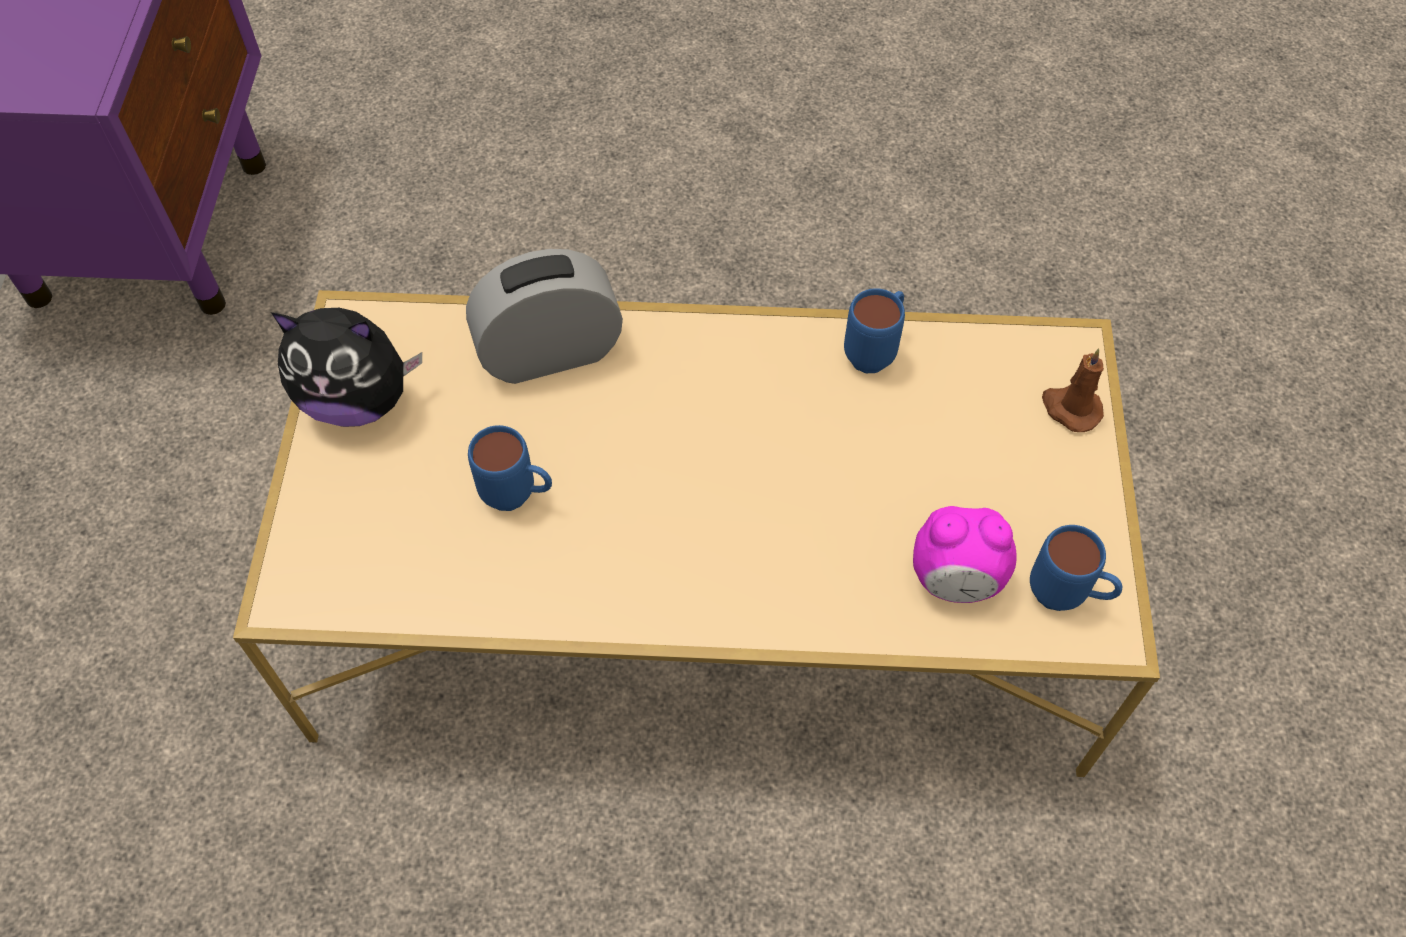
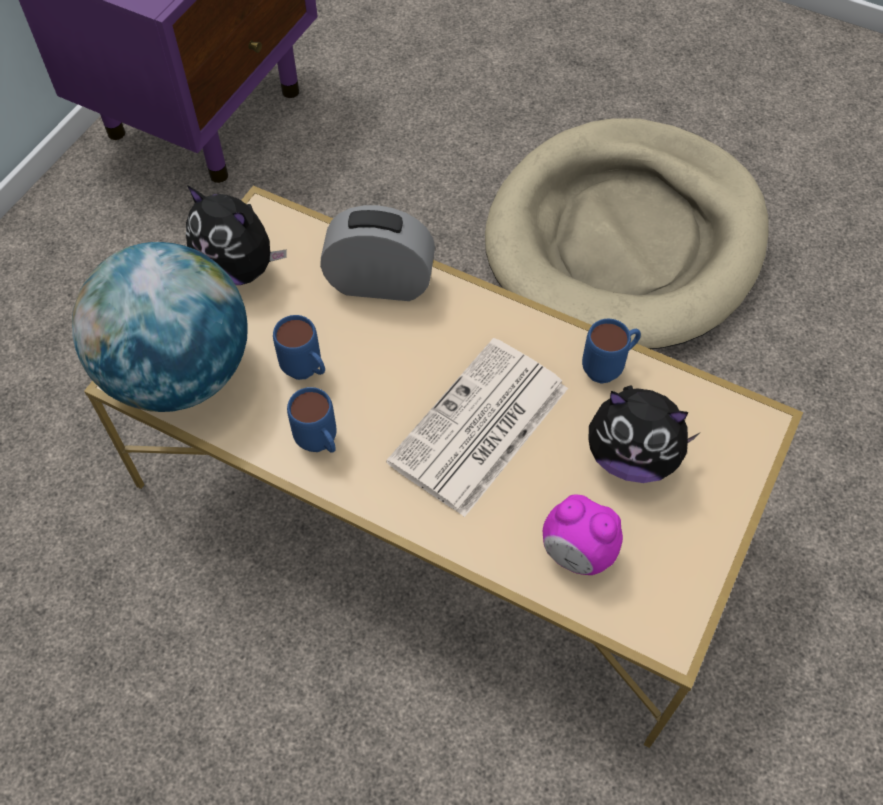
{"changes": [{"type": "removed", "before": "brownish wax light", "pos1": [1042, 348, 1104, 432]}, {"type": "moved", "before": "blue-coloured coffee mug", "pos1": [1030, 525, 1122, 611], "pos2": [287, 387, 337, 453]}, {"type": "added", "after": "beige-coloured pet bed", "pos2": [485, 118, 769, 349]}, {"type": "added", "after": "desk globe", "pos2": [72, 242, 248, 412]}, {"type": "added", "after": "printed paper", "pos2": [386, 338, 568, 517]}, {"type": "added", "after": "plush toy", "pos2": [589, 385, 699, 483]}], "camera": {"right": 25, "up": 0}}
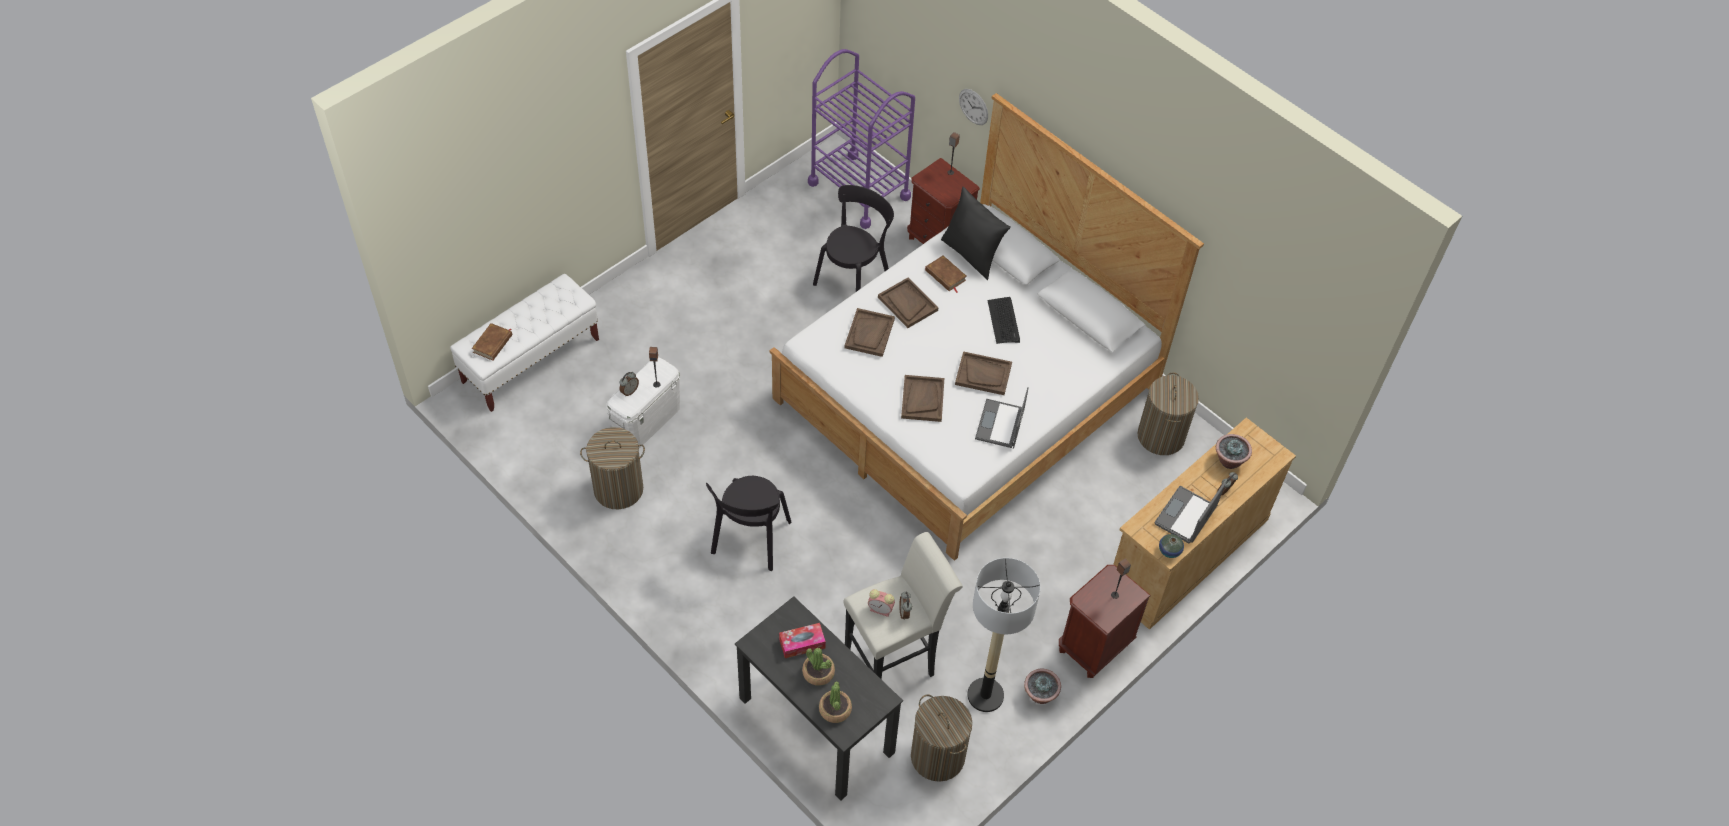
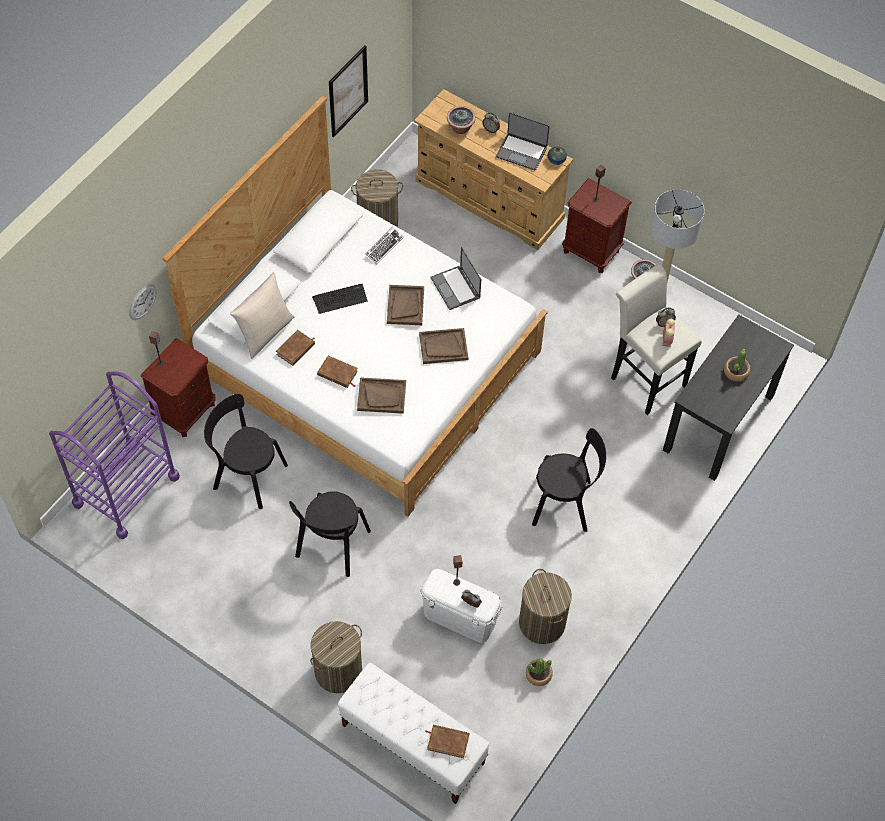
{"changes": [{"type": "recoloured", "before": "black-coloured cushion", "after": "beige-coloured cushion", "pos1": [941, 187, 1011, 280], "pos2": [230, 272, 294, 359]}, {"type": "replaced", "before": "brownish tray", "after": "brownish bound book", "pos1": [878, 278, 938, 328], "pos2": [317, 356, 358, 388]}, {"type": "turned", "before": "laptop", "pos1": [975, 387, 1029, 449], "pos2": [430, 247, 481, 310], "turn": 60}, {"type": "removed", "before": "box of tissues", "pos1": [779, 623, 826, 658]}, {"type": "moved", "before": "potted plant", "pos1": [819, 681, 852, 723], "pos2": [526, 658, 553, 686]}, {"type": "moved", "before": "washing basket", "pos1": [911, 694, 972, 782], "pos2": [310, 621, 362, 693]}, {"type": "added", "after": "wall art", "pos2": [329, 45, 368, 138]}, {"type": "added", "after": "computer keyboard", "pos2": [366, 227, 404, 265]}, {"type": "added", "after": "black-coloured plain chair", "pos2": [289, 491, 371, 577]}], "camera": {"right": -100, "up": 5}}
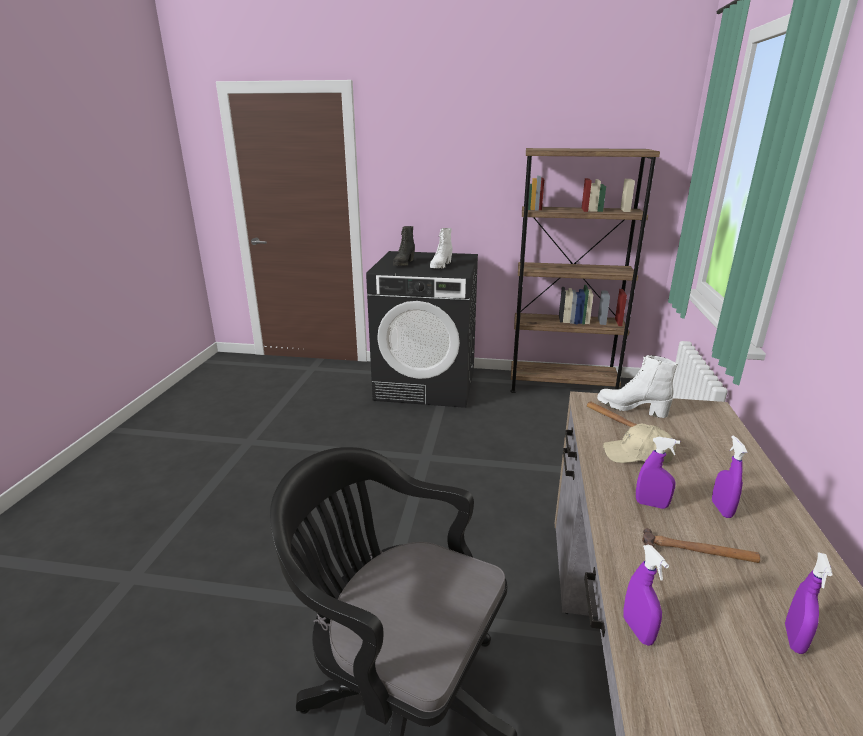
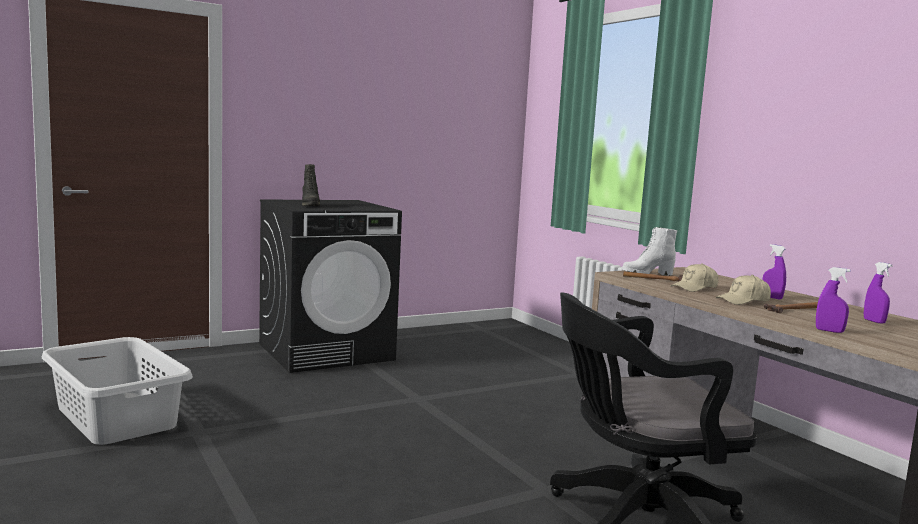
{"changes": [{"type": "removed", "before": "brownish shelving unit", "pos1": [510, 148, 660, 393]}, {"type": "removed", "before": "white-coloured high-top boot", "pos1": [430, 228, 453, 268]}, {"type": "replaced", "before": "purple-coloured spray bottle", "after": "beige-coloured cap", "pos1": [636, 437, 680, 509], "pos2": [716, 275, 771, 305]}, {"type": "added", "after": "grey washing basket", "pos2": [42, 337, 193, 445]}], "camera": {"right": -40, "up": -15}}
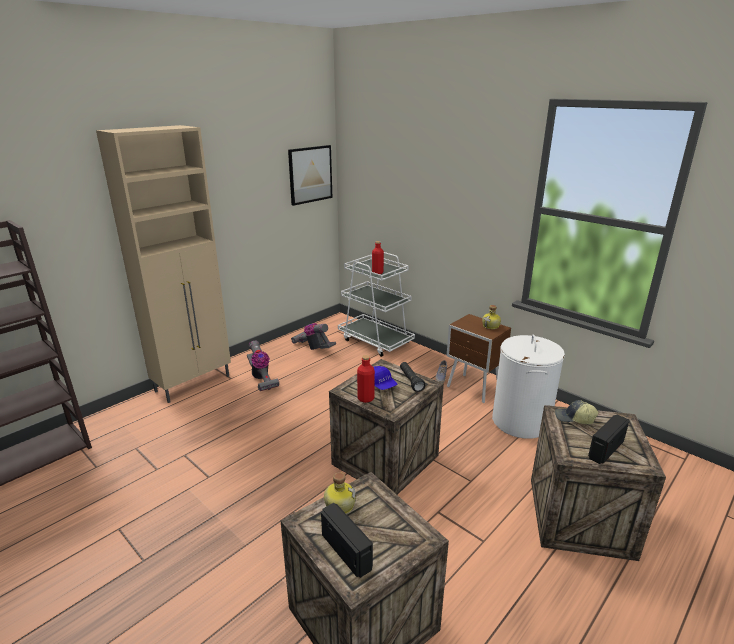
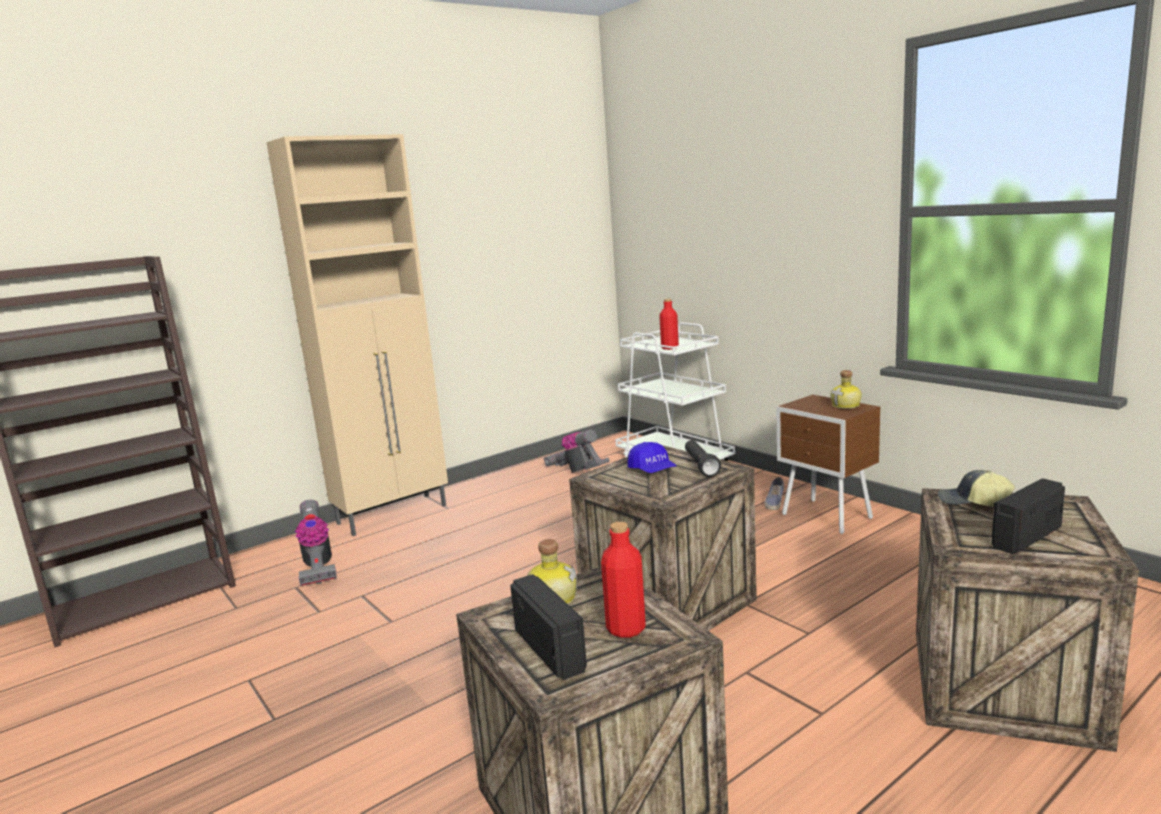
{"changes": [{"type": "removed", "before": "wall art", "pos1": [288, 145, 332, 206]}, {"type": "removed", "before": "white-coloured washing basket", "pos1": [492, 335, 565, 439]}, {"type": "moved", "before": "vacuum cleaner", "pos1": [247, 340, 279, 391], "pos2": [295, 500, 337, 586]}, {"type": "moved", "before": "red beverage bottle", "pos1": [357, 355, 375, 403], "pos2": [601, 522, 646, 638]}], "camera": {"right": 10, "up": -10}}
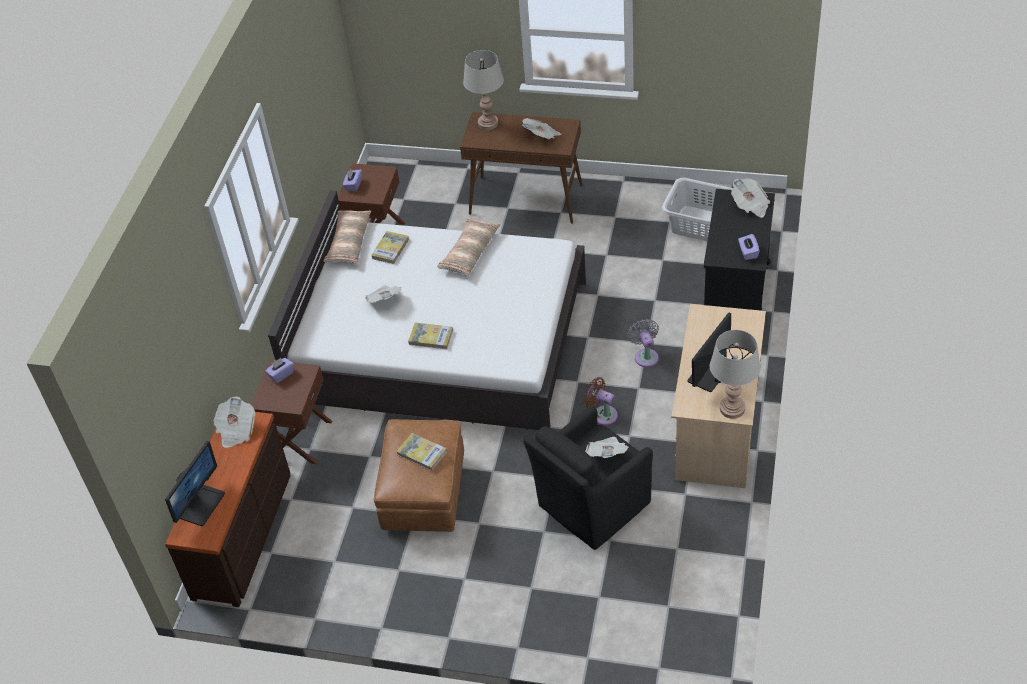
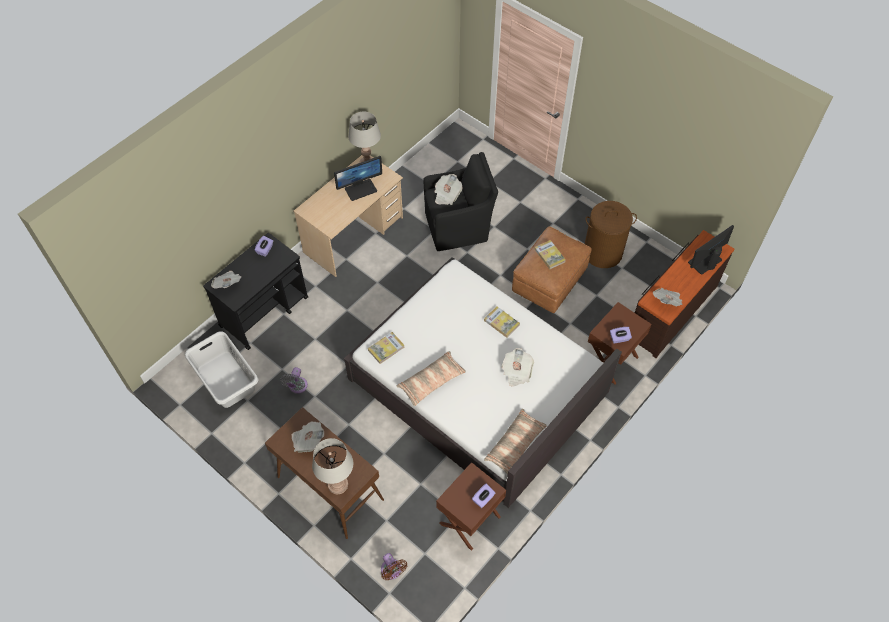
{"changes": [{"type": "moved", "before": "bound book", "pos1": [371, 231, 409, 264], "pos2": [368, 332, 404, 364]}, {"type": "moved", "before": "grey fan", "pos1": [628, 319, 659, 367], "pos2": [280, 367, 308, 394]}, {"type": "moved", "before": "brownish fan", "pos1": [584, 377, 618, 425], "pos2": [381, 553, 408, 580]}, {"type": "added", "after": "brownish washing basket", "pos2": [585, 201, 637, 268]}], "camera": {"right": -155, "up": 10}}
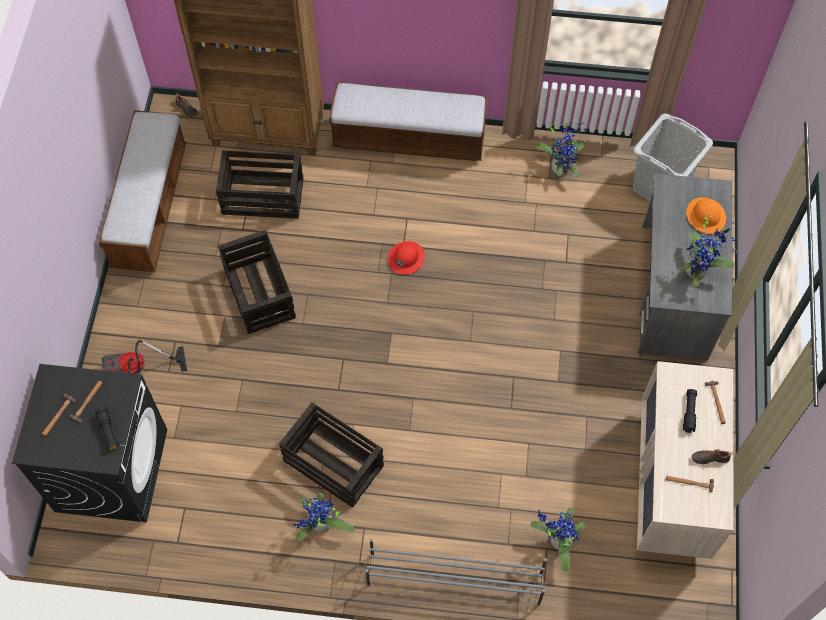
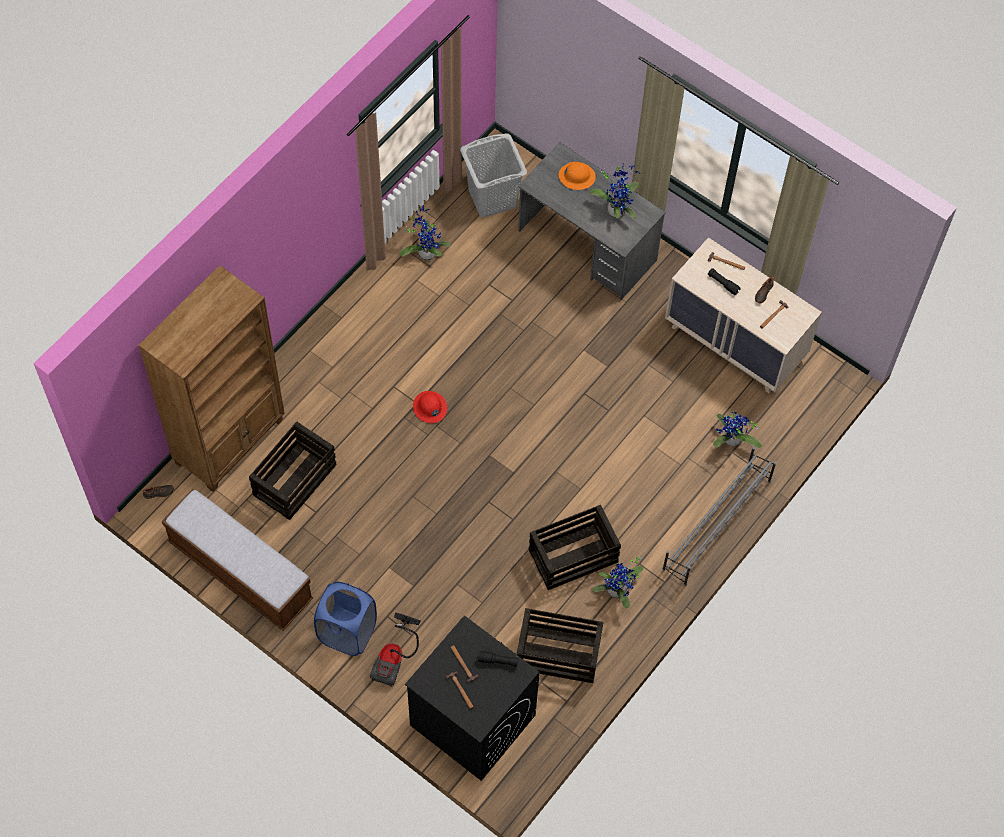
{"changes": [{"type": "removed", "before": "long seat", "pos1": [329, 82, 488, 161]}, {"type": "moved", "before": "shipping crate", "pos1": [218, 230, 296, 334], "pos2": [516, 608, 604, 683]}, {"type": "added", "after": "blue-coloured washing basket", "pos2": [314, 582, 377, 656]}], "camera": {"right": -60, "up": 0}}
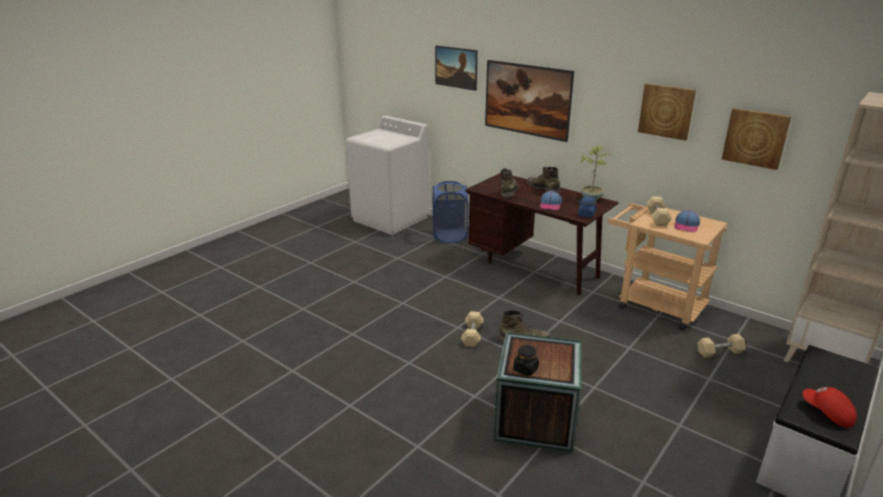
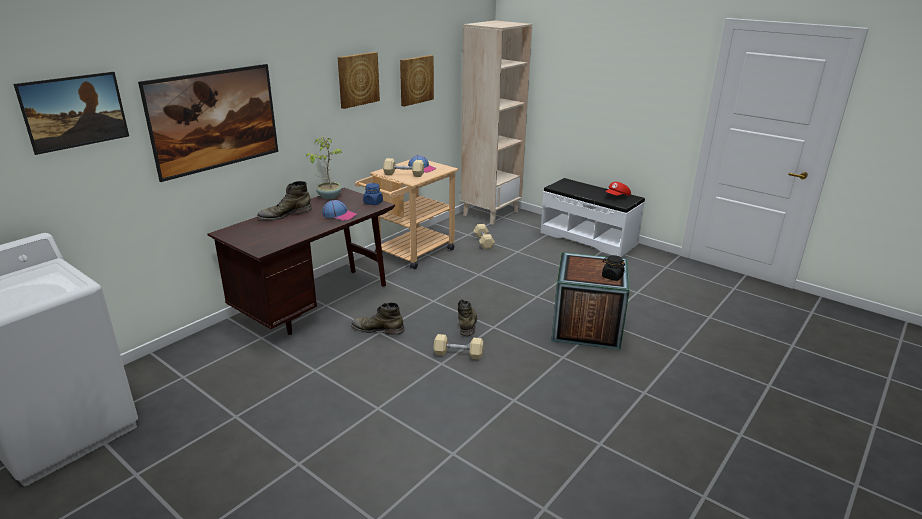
{"changes": [{"type": "moved", "before": "green-coloured high-top boot", "pos1": [501, 168, 519, 197], "pos2": [351, 302, 405, 335]}, {"type": "removed", "before": "blue-coloured washing basket", "pos1": [433, 181, 468, 243]}], "camera": {"right": -90, "up": 0}}
